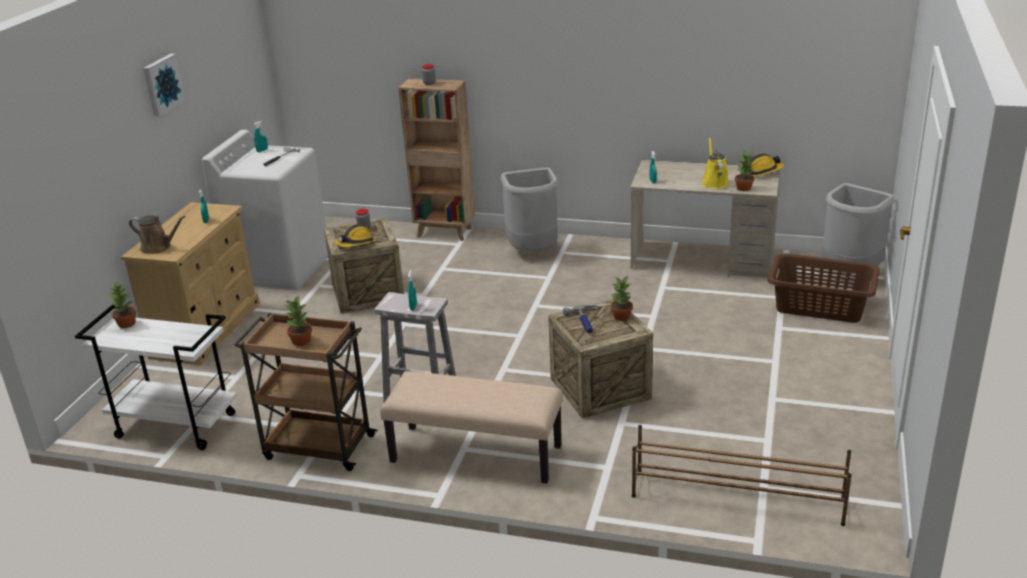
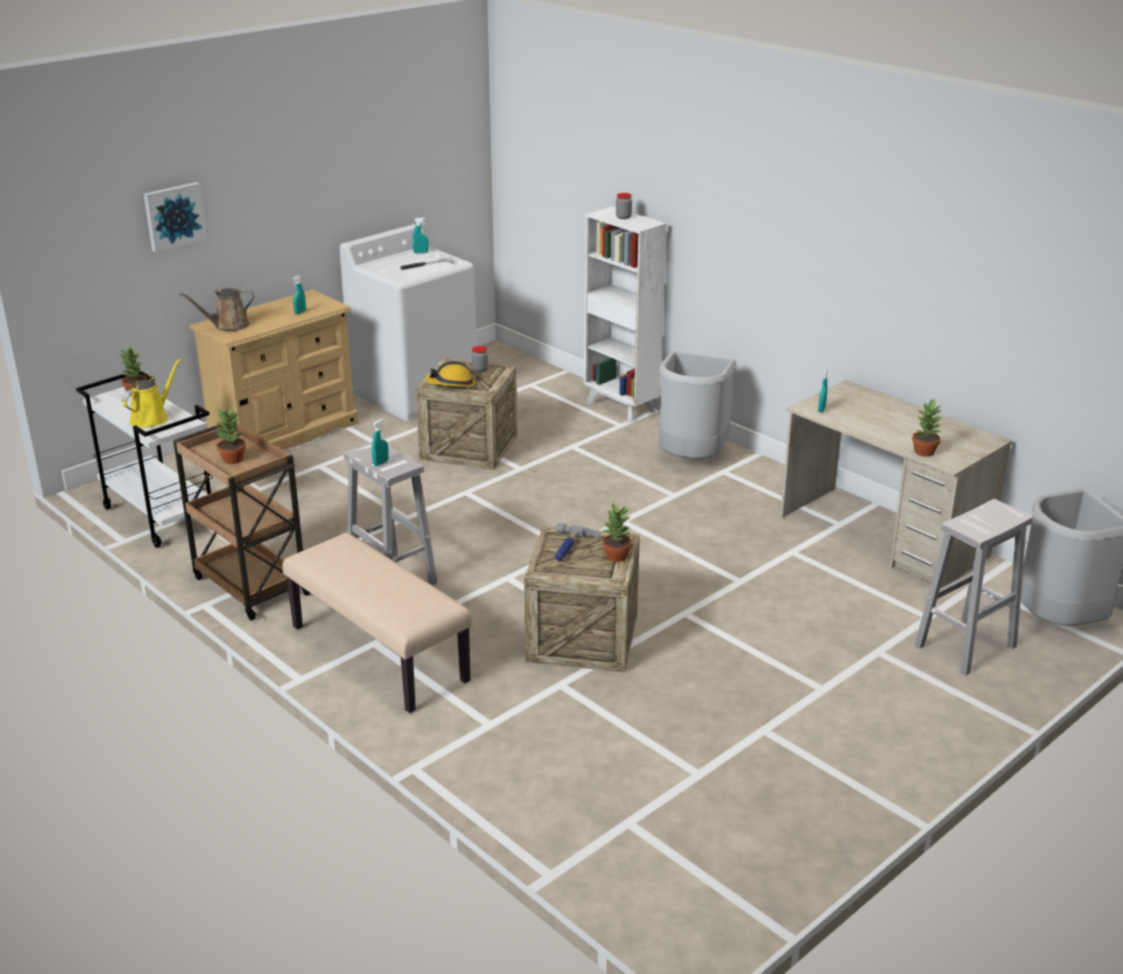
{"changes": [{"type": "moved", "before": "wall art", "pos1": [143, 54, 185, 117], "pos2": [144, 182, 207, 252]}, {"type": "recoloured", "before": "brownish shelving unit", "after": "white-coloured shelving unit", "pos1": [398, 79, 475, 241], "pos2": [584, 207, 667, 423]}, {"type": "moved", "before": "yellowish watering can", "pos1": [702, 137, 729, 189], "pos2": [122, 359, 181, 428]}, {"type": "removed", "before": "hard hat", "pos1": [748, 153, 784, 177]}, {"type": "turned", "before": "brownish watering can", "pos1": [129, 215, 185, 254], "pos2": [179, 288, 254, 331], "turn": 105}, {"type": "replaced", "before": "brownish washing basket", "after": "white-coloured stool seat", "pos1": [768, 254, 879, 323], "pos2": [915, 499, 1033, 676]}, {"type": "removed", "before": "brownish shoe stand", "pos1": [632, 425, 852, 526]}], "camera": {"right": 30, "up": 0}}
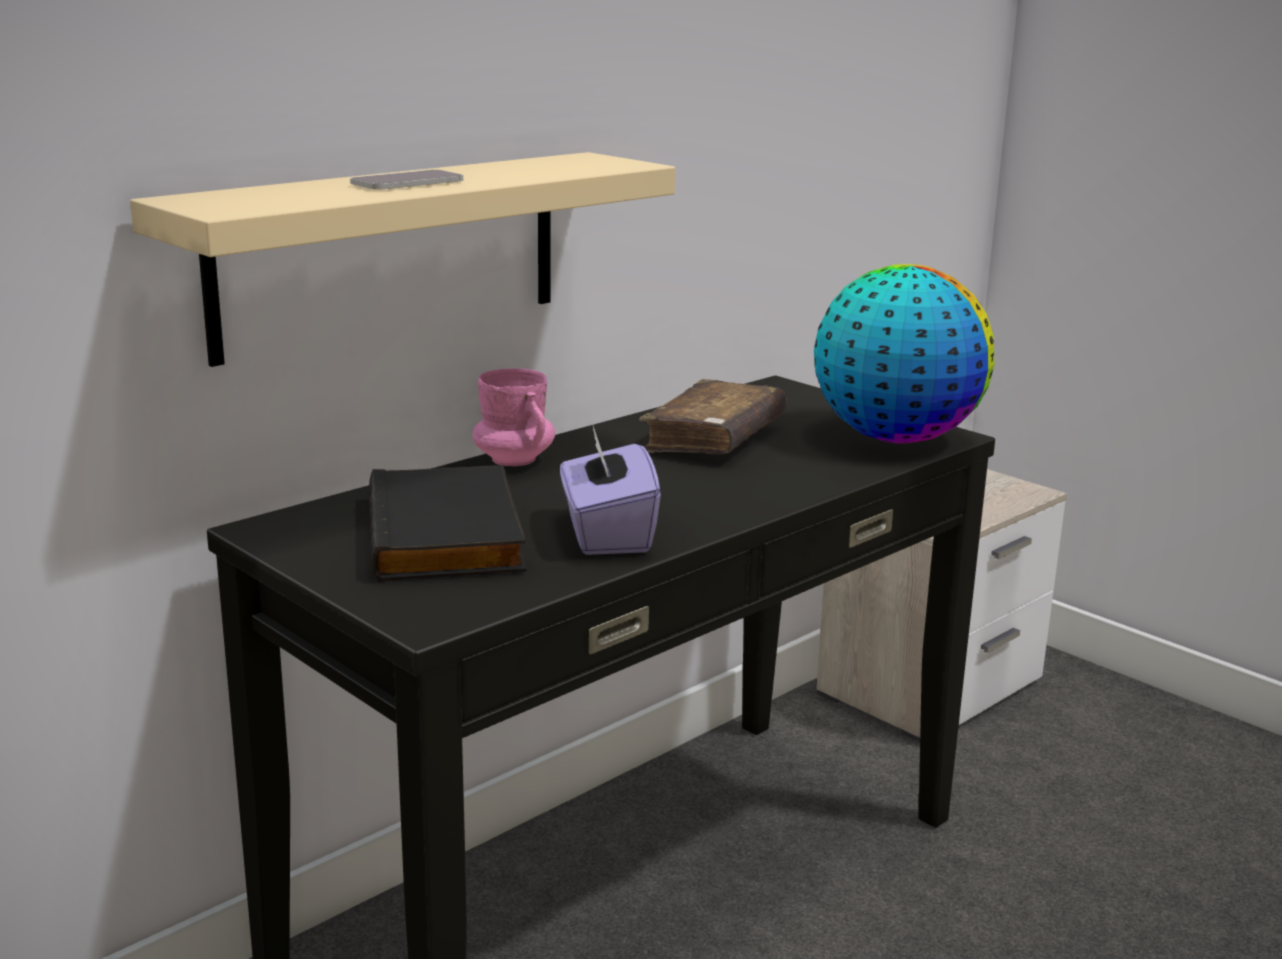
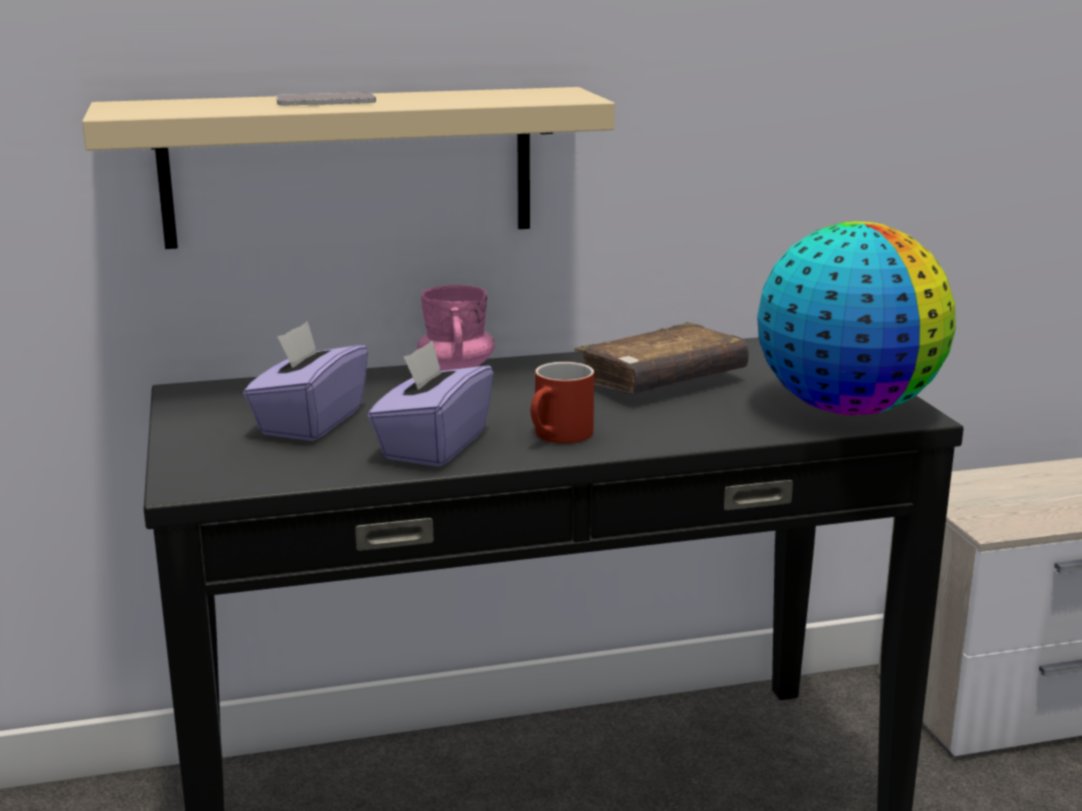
{"changes": [{"type": "replaced", "before": "black-coloured bound book", "after": "purple-coloured box of tissues", "pos1": [369, 465, 526, 582], "pos2": [243, 321, 368, 441]}, {"type": "added", "after": "red coffee mug", "pos2": [531, 362, 594, 444]}], "camera": {"right": 30, "up": 0}}
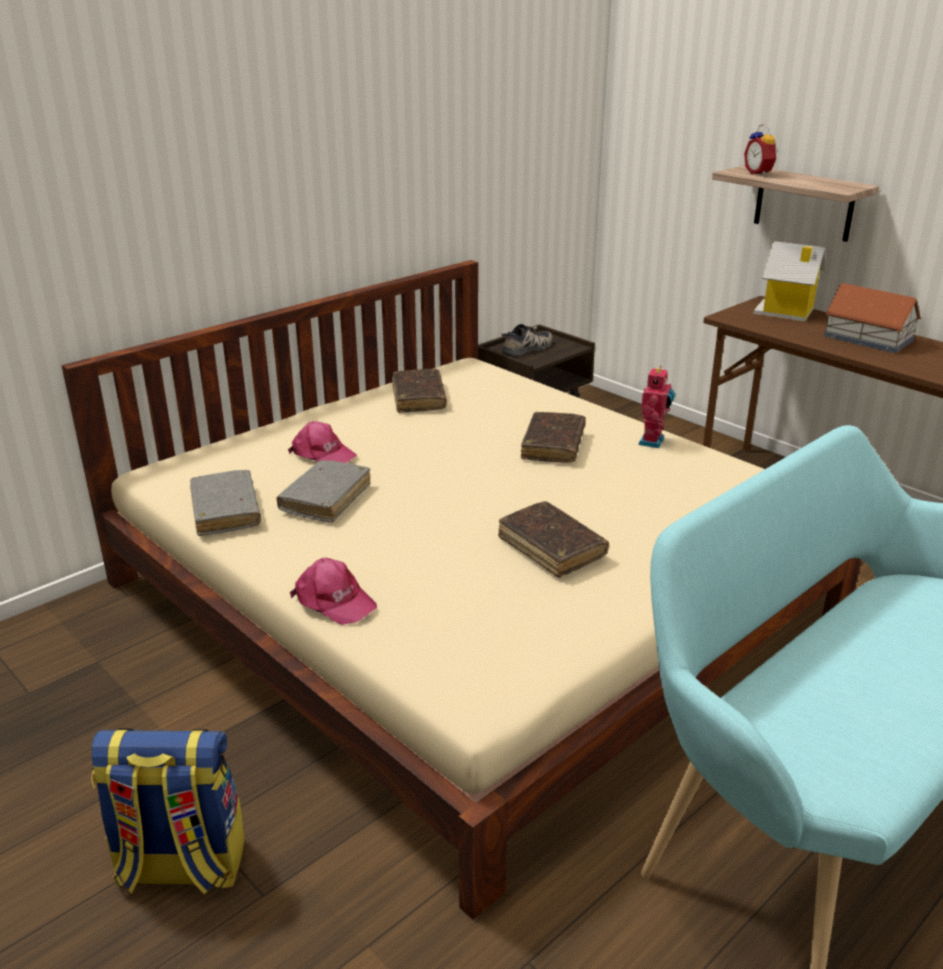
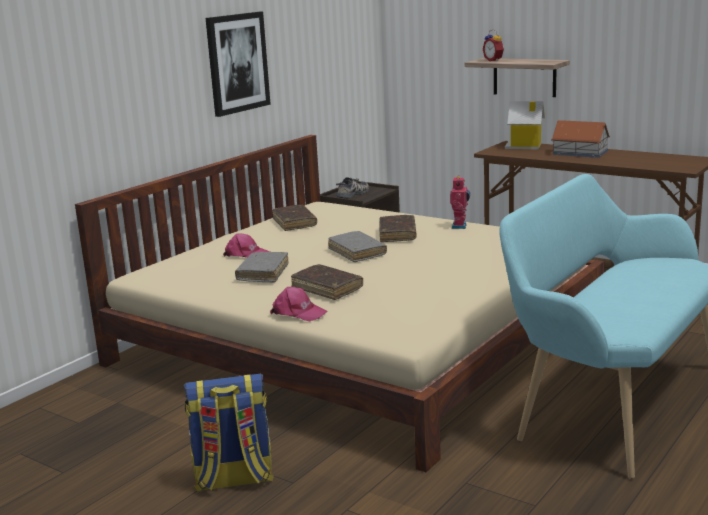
{"changes": [{"type": "moved", "before": "grey bound book", "pos1": [190, 470, 261, 536], "pos2": [328, 231, 387, 262]}, {"type": "moved", "before": "brownish bound book", "pos1": [498, 501, 609, 577], "pos2": [291, 264, 363, 300]}, {"type": "added", "after": "wall art", "pos2": [206, 12, 271, 117]}], "camera": {"right": -10, "up": -10}}
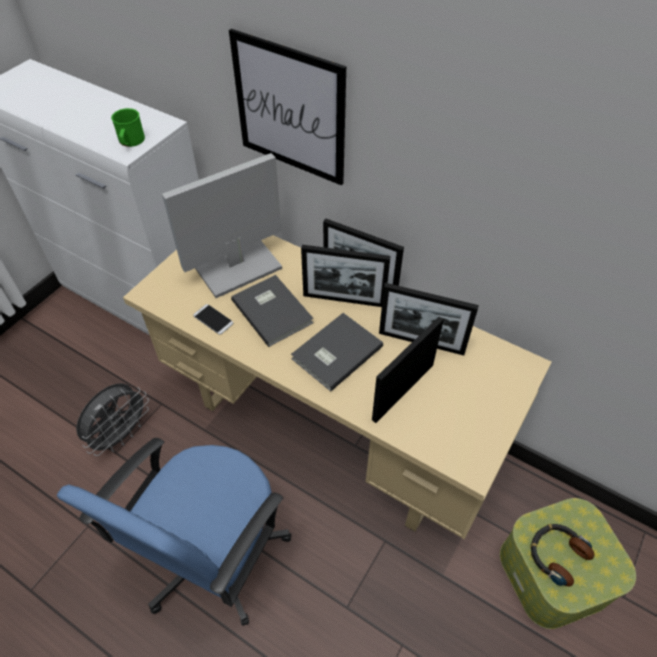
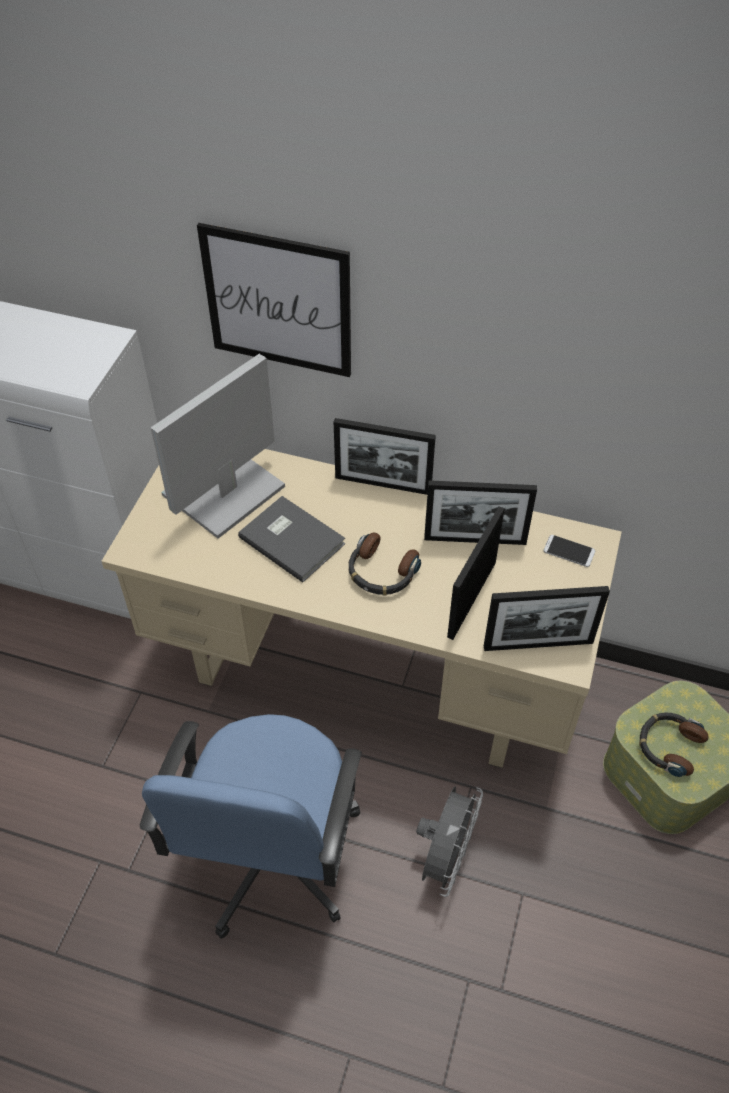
{"changes": [{"type": "removed", "before": "green-coloured coffee mug", "pos1": [111, 108, 145, 147]}, {"type": "moved", "before": "photo frame", "pos1": [301, 245, 391, 307], "pos2": [484, 586, 610, 651]}, {"type": "moved", "before": "phone", "pos1": [193, 304, 233, 335], "pos2": [543, 535, 595, 567]}, {"type": "replaced", "before": "grey bound book", "after": "headphones", "pos1": [291, 313, 383, 391], "pos2": [348, 533, 421, 595]}, {"type": "moved", "before": "grey fan", "pos1": [76, 383, 149, 456], "pos2": [416, 787, 483, 897]}], "camera": {"right": -15, "up": 0}}
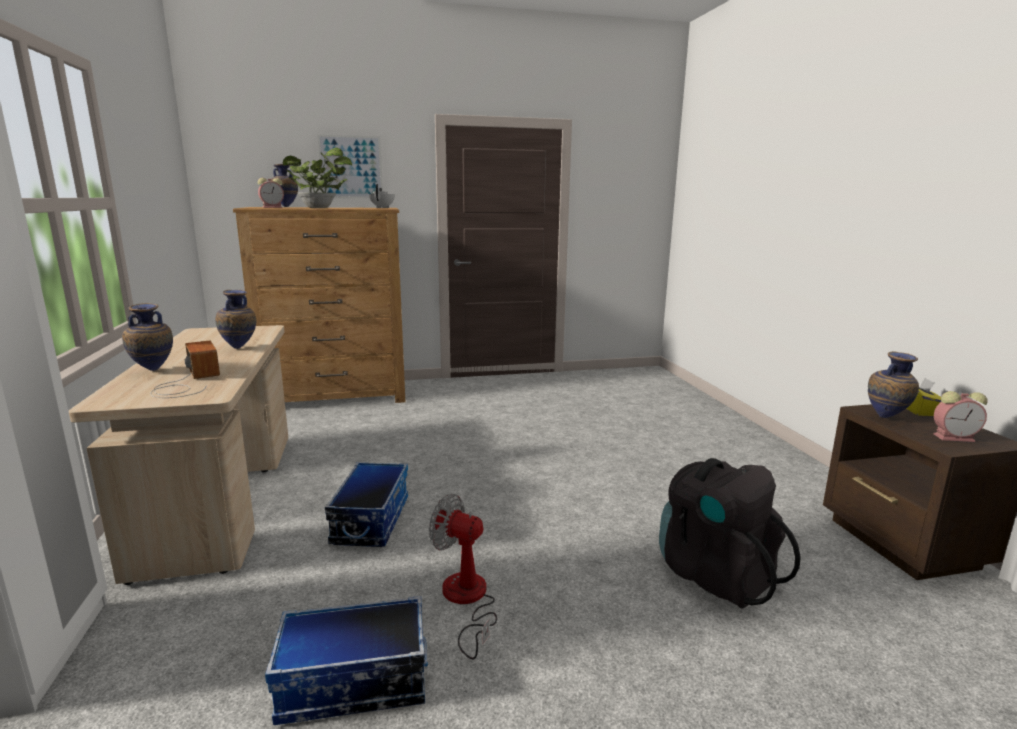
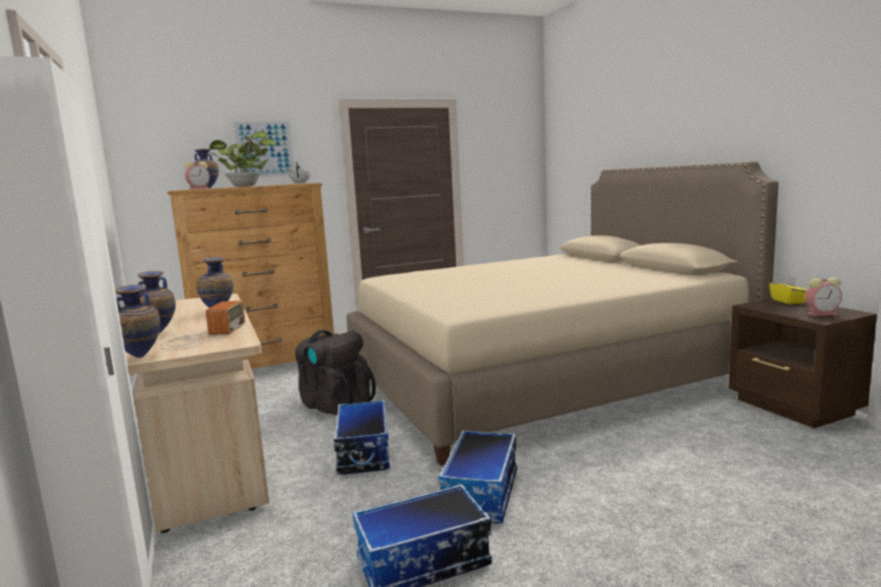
{"changes": [{"type": "turned", "before": "radio receiver", "pos1": [150, 340, 220, 398], "pos2": [160, 301, 245, 350], "turn": 45}, {"type": "moved", "before": "decorative vase", "pos1": [868, 351, 919, 418], "pos2": [115, 284, 160, 358]}, {"type": "moved", "before": "black-coloured knapsack", "pos1": [659, 458, 801, 608], "pos2": [295, 330, 376, 415]}, {"type": "replaced", "before": "fan", "after": "storage box", "pos1": [429, 494, 497, 660], "pos2": [438, 430, 517, 524]}, {"type": "added", "after": "beige-coloured bed", "pos2": [346, 162, 779, 466]}], "camera": {"right": -10, "up": -5}}
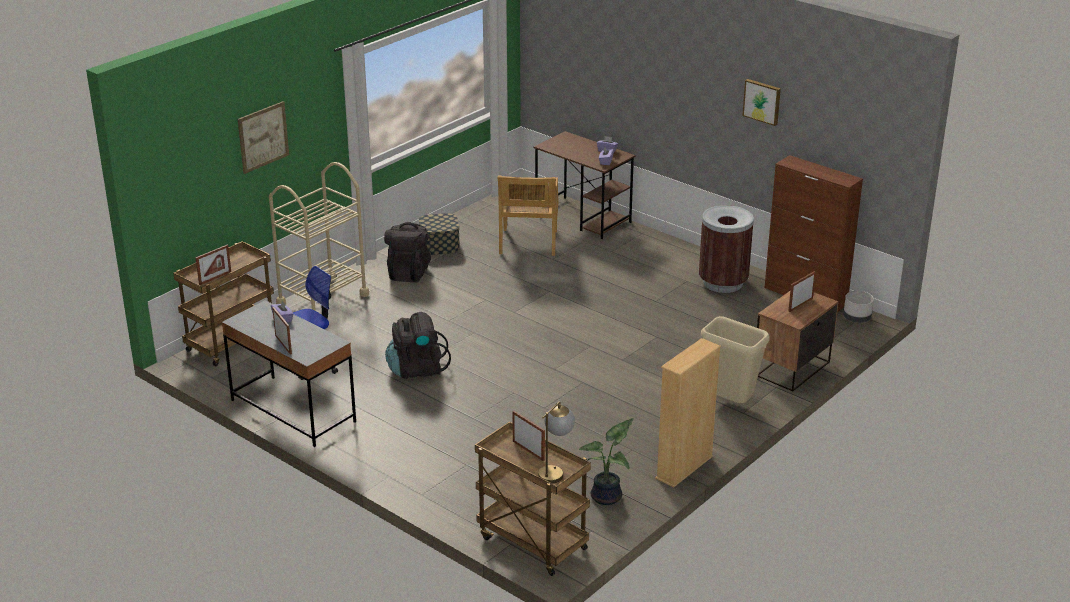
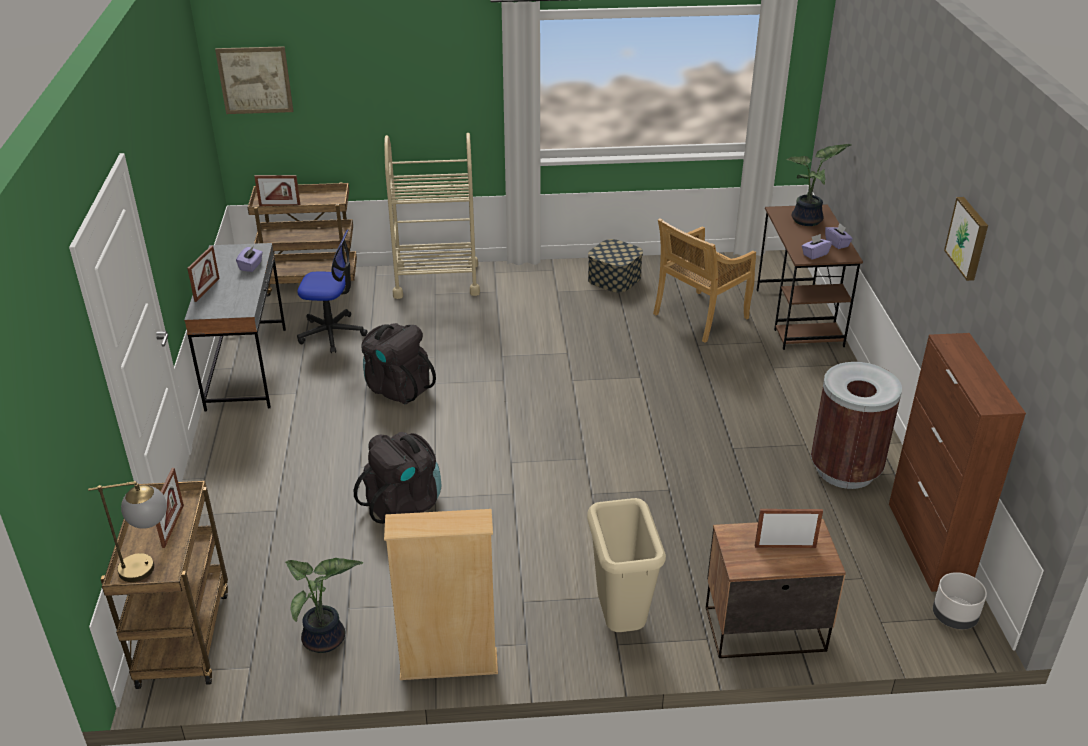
{"changes": [{"type": "moved", "before": "wall art", "pos1": [238, 101, 289, 174], "pos2": [215, 46, 293, 114]}, {"type": "moved", "before": "black-coloured knapsack", "pos1": [384, 222, 431, 283], "pos2": [354, 432, 441, 524]}, {"type": "added", "after": "potted plant", "pos2": [786, 144, 852, 226]}], "camera": {"right": 45, "up": 5}}
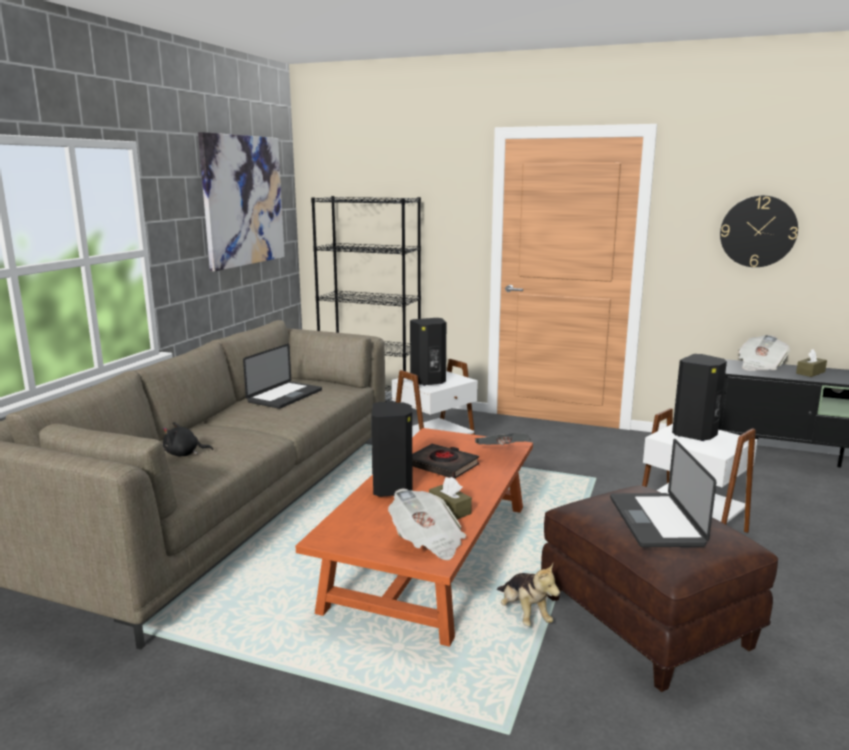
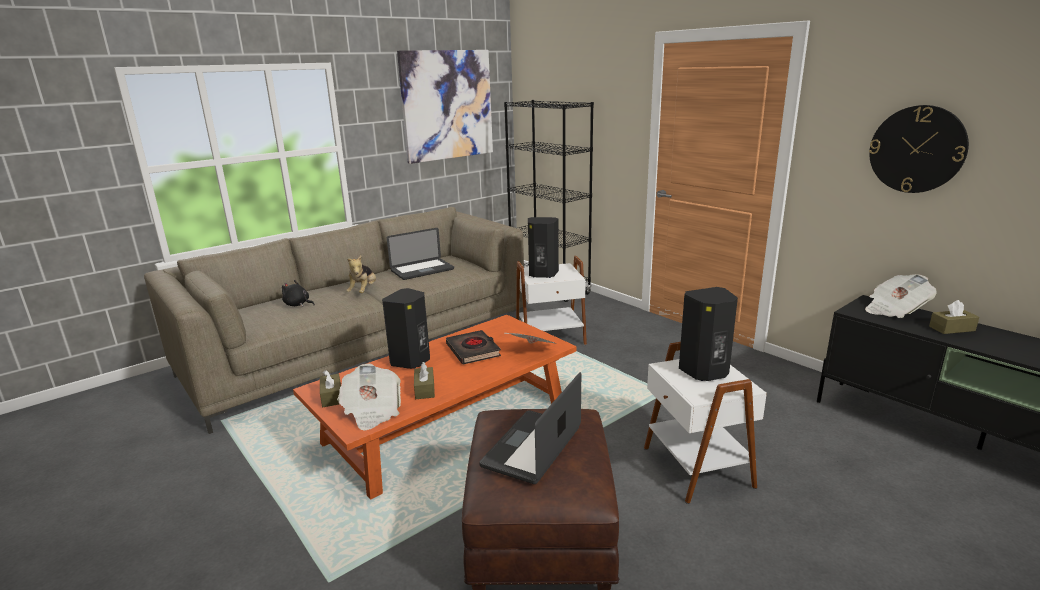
{"changes": [{"type": "moved", "before": "plush toy", "pos1": [497, 563, 560, 626], "pos2": [346, 256, 376, 293]}, {"type": "added", "after": "brownish box of tissues", "pos2": [320, 370, 341, 407]}], "camera": {"right": 30, "up": 5}}
